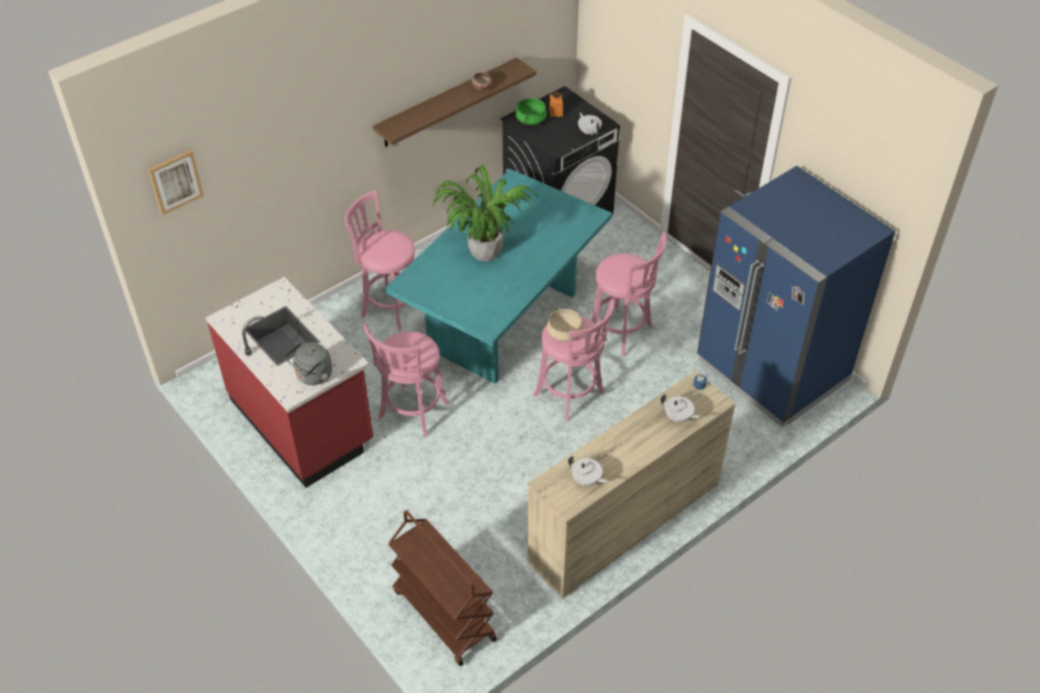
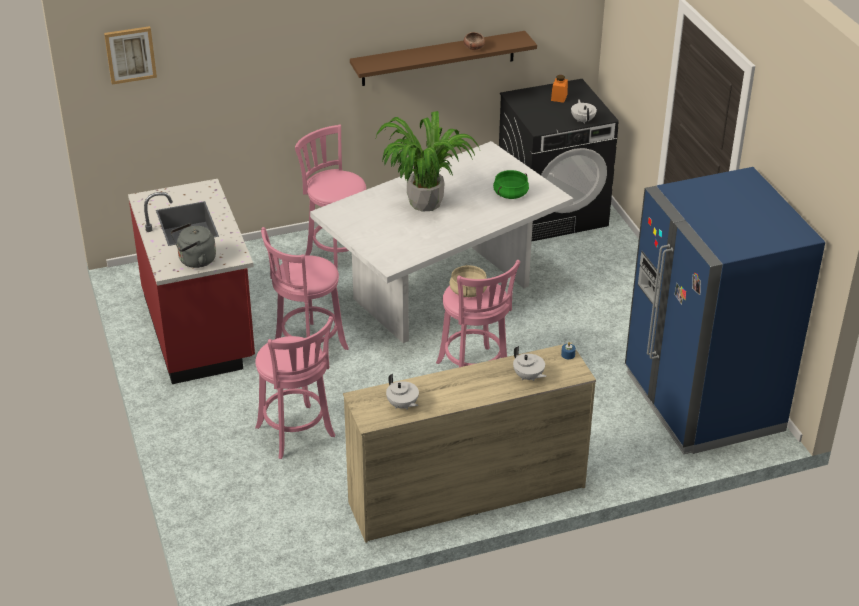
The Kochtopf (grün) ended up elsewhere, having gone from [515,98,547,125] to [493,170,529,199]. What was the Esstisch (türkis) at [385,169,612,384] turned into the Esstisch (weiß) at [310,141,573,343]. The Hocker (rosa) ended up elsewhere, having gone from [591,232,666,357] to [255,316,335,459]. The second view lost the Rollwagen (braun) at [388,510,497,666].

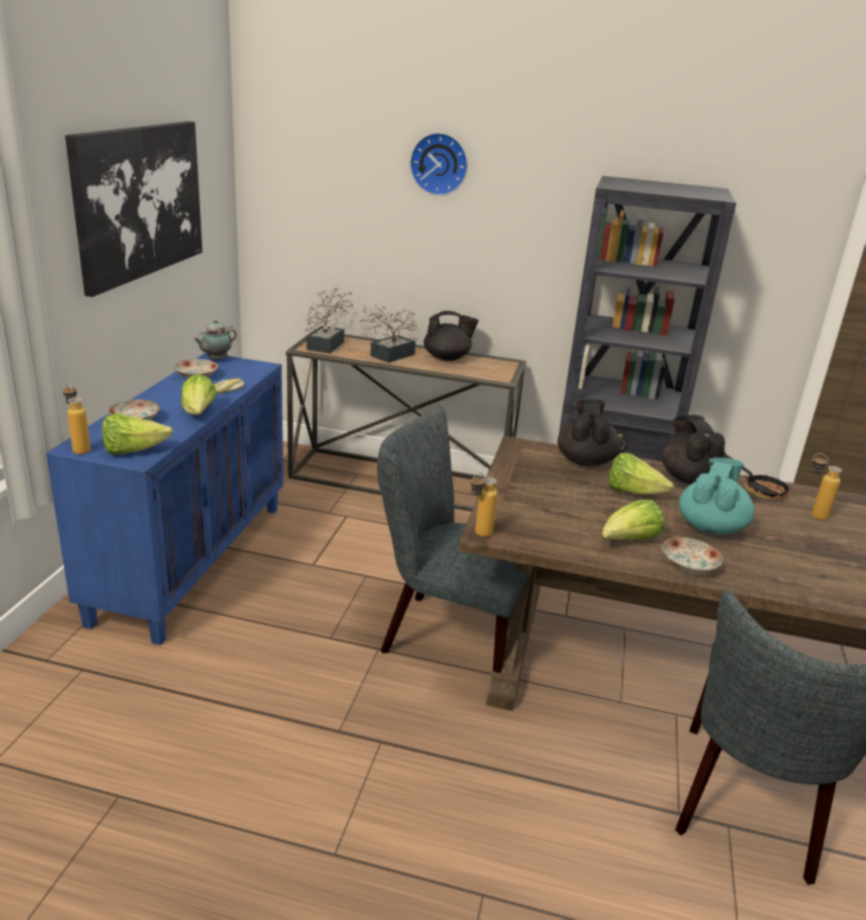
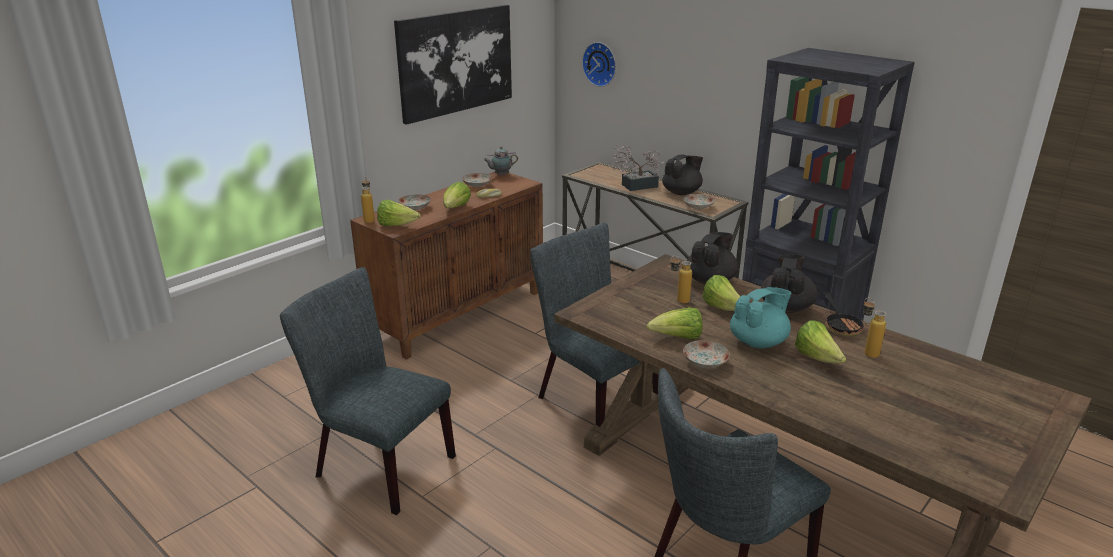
The Wanduhr ended up elsewhere, having gone from [410,132,468,196] to [582,42,616,87]. The second view lost the Topfpflanze at [305,287,353,354]. The Teekanne (schwarz) at [424,311,479,361] ended up facing another way, 60 degrees counterclockwise from before. What was the Schrank (blau) at [46,353,283,646] turned into the Schrank (braun) at [350,172,543,360]. The Flasche ended up elsewhere, having gone from [471,473,497,537] to [670,255,692,303]. The second view gained the Teller at [683,194,715,209]. The second view gained the Stuhl (grau) at [280,267,456,515]. The second view gained the Salatkopf at [795,321,846,363].

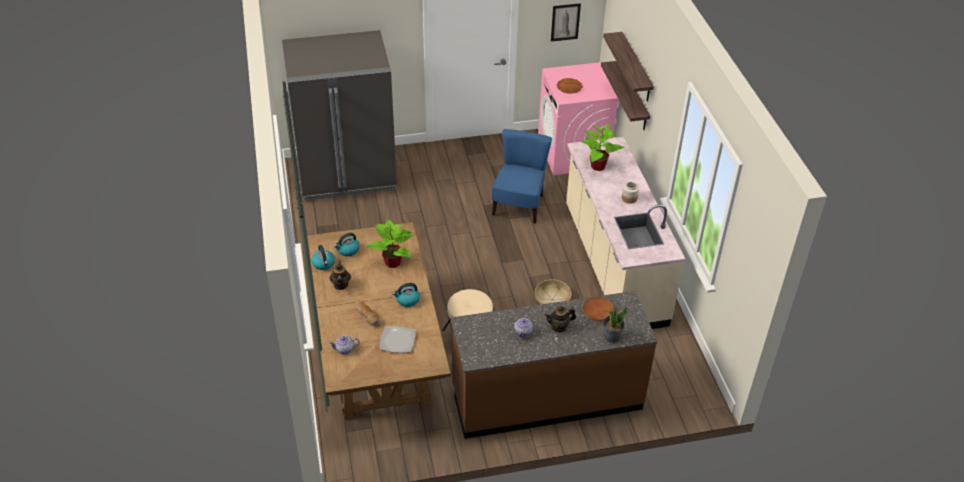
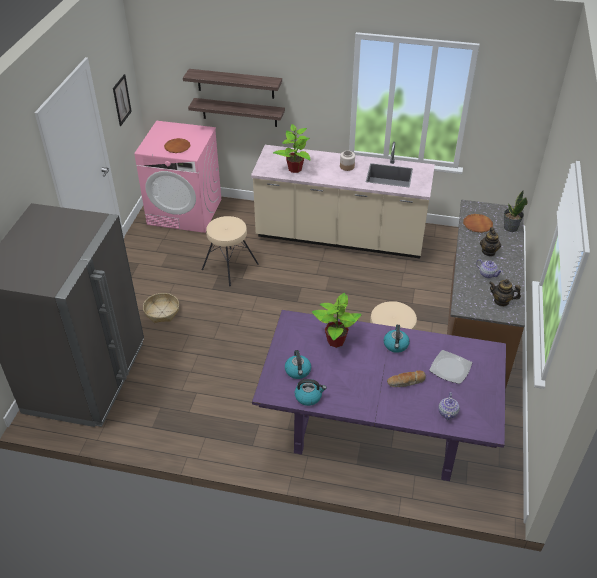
Where the Stuhl (blau) stood at [492,129,552,224], the Hocker (beige) came to stand at [202,216,259,286]. What was the Esstisch (braun) at [307,222,451,419] turned into the Esstisch (lila) at [252,310,506,481]. The Teekanne ended up elsewhere, having gone from [330,260,351,290] to [489,279,521,307]. The Korb ended up elsewhere, having gone from [535,279,571,305] to [143,293,179,323].

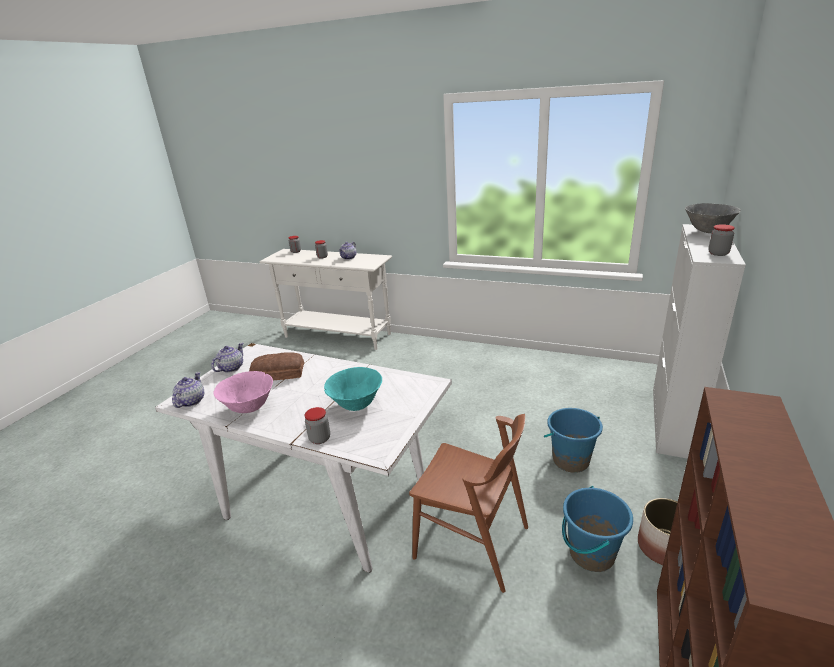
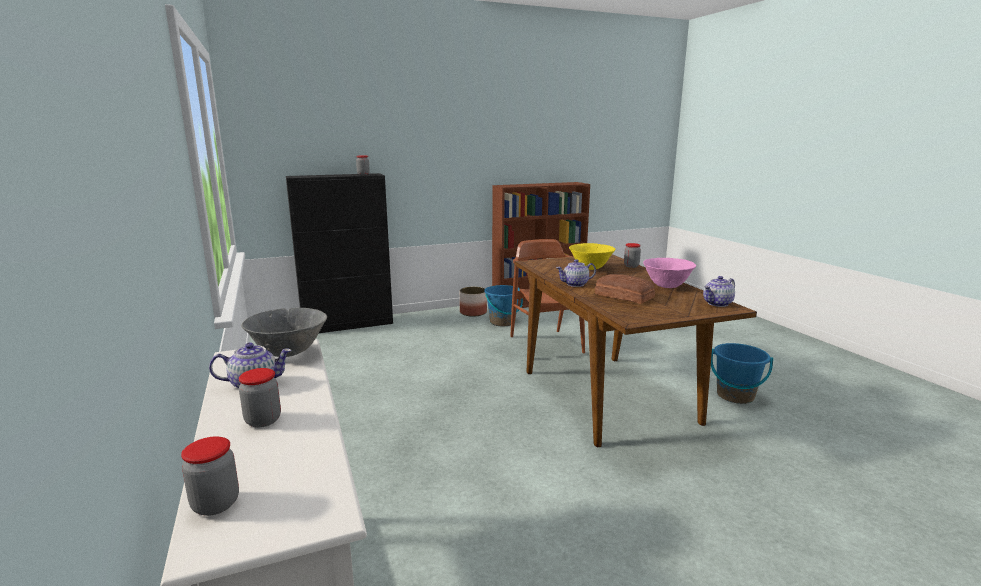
The Schüssel (grau) ended up elsewhere, having gone from [685,203,741,233] to [241,308,327,357]. What was the Schrank (weiß) at [653,224,746,459] turned into the Schrank (schwarz) at [286,173,393,333]. What was the Esstisch (weiß) at [155,343,452,572] turned into the Esstisch (braun) at [515,254,757,447]. The Teekanne ended up elsewhere, having gone from [211,343,243,373] to [556,259,596,287]. What was the Schüssel (türkis) at [324,367,382,411] turned into the Schüssel (gelb) at [569,243,616,270]. The Eimer (blau) ended up elsewhere, having gone from [544,408,603,473] to [711,343,773,404].

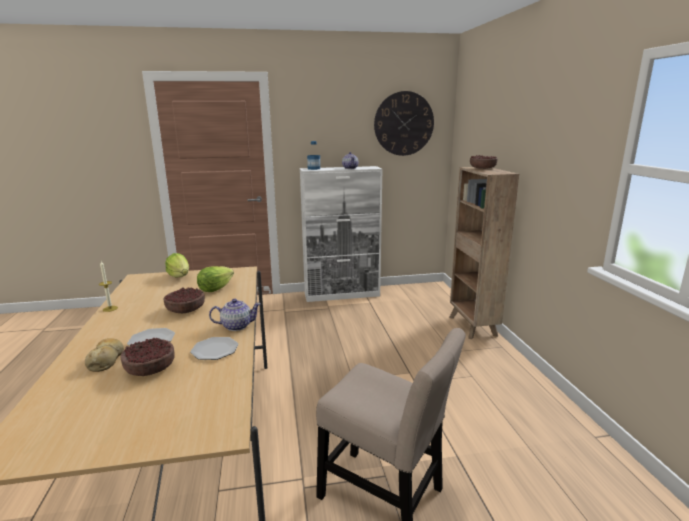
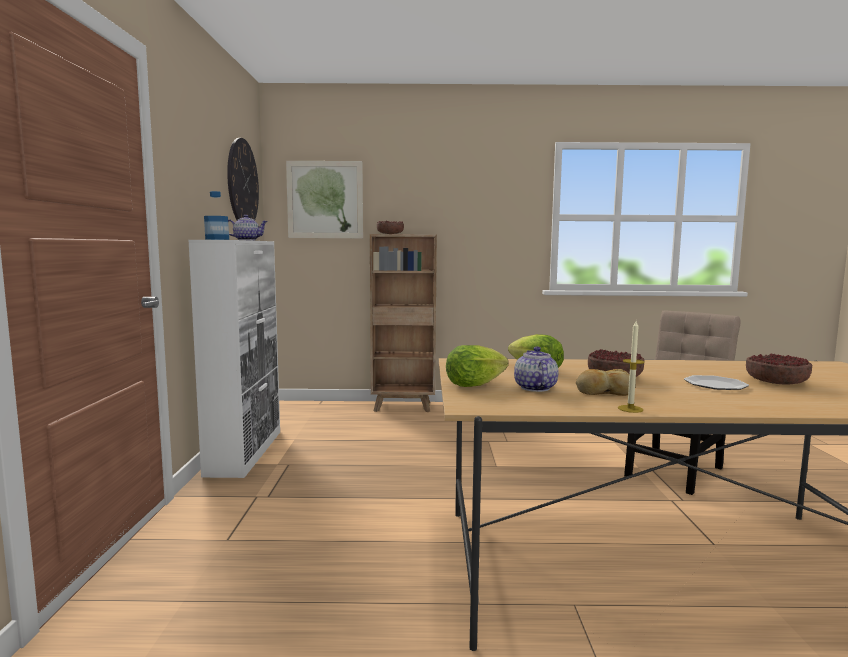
The Teekanne ended up elsewhere, having gone from [209,299,261,331] to [514,346,558,392]. The second view lost the Teller at [190,337,239,360]. The Brot ended up elsewhere, having gone from [85,338,124,372] to [576,369,630,396]. The second view gained the Bild at [286,161,363,238].

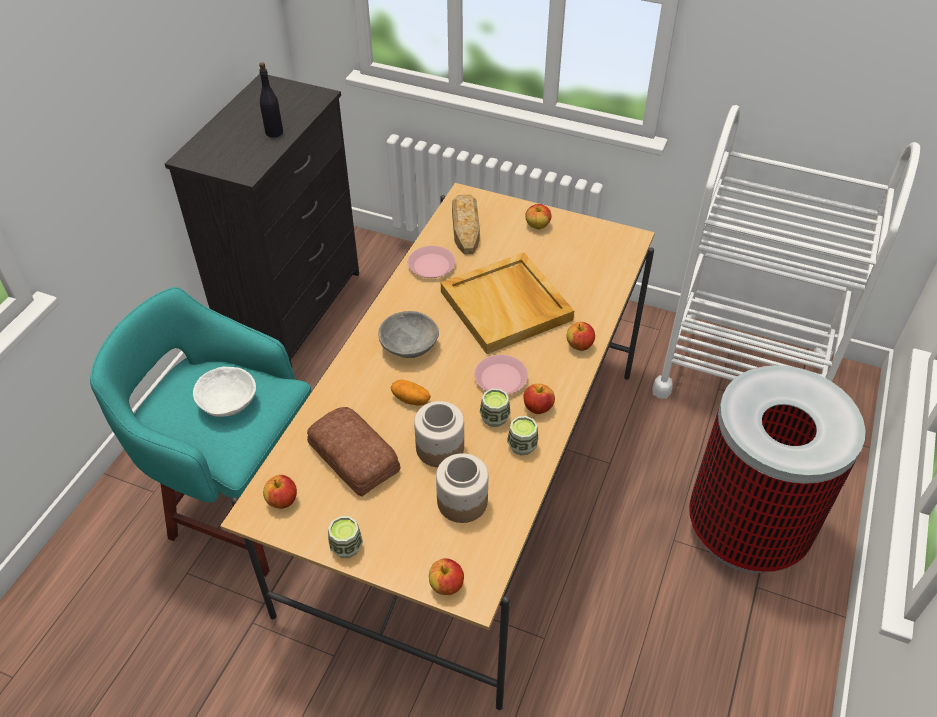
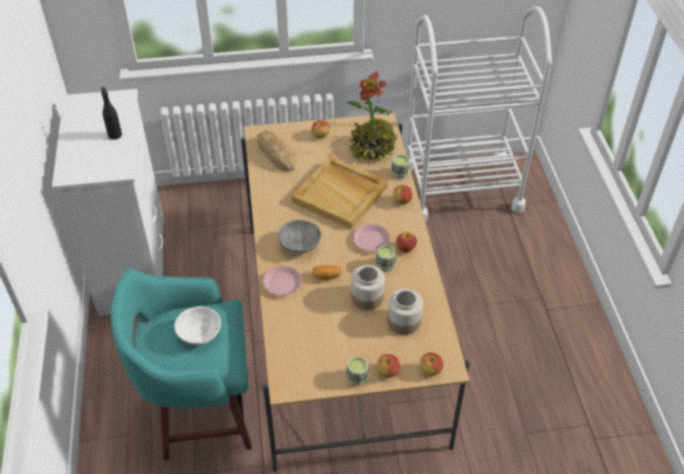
What was the Kommode (schwarz) at [165,74,359,367] turned into the Kommode (weiß) at [52,89,164,316]. The Teller (rosa) ended up elsewhere, having gone from [408,246,455,278] to [263,266,302,296]. The second view lost the Mülleimer at [689,365,865,573]. The second view lost the Brot at [307,407,401,497]. The Tasse ended up elsewhere, having gone from [507,416,538,456] to [391,155,410,179]. The Apfel ended up elsewhere, having gone from [263,475,297,509] to [377,354,400,378]. The second view gained the Topfpflanze at [346,70,398,161].

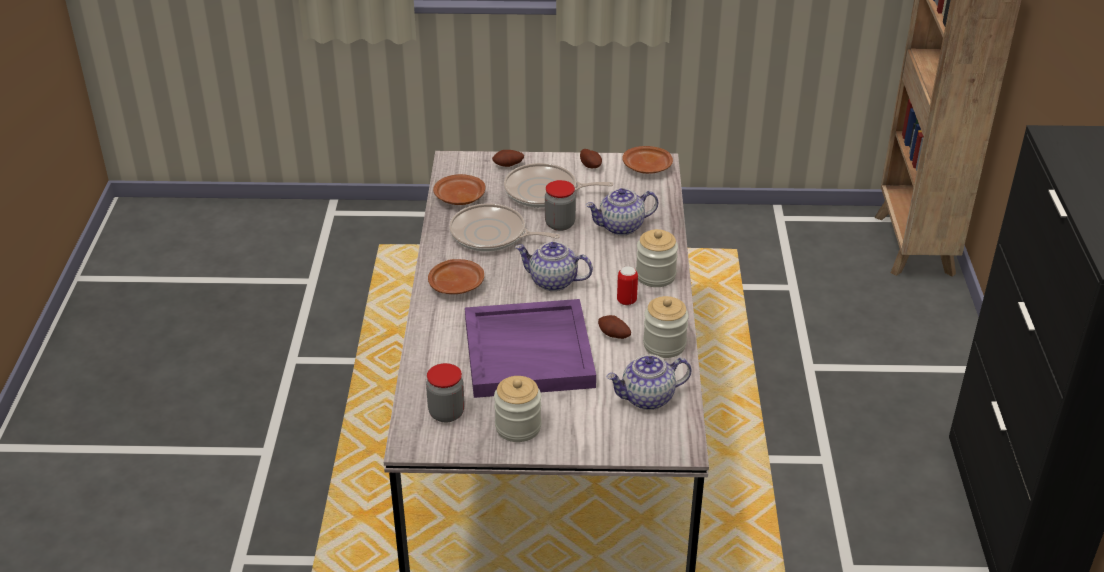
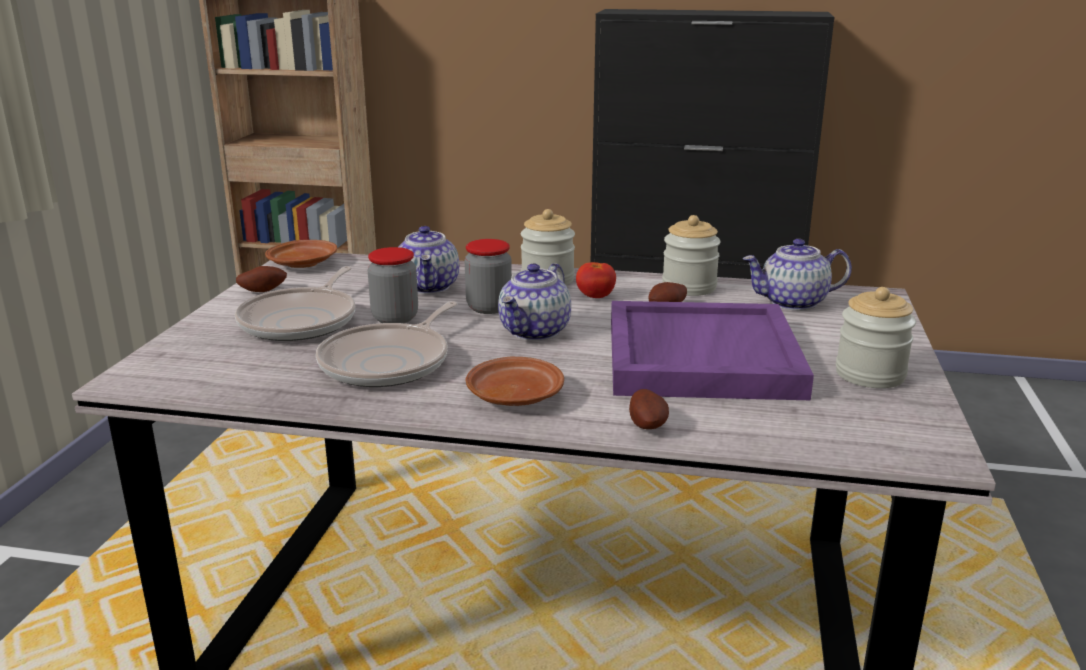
The Kartoffel ended up elsewhere, having gone from [492,150,524,167] to [629,389,669,429]. The second view lost the Teller (braun) at [433,174,485,205]. Where the Dose stood at [617,266,638,305], the Tomate came to stand at [576,262,616,298]. The Teekanne at [606,354,692,410] ended up facing another way, 90 degrees clockwise from before. The Vorratsglas ended up elsewhere, having gone from [426,363,465,422] to [465,239,512,314].

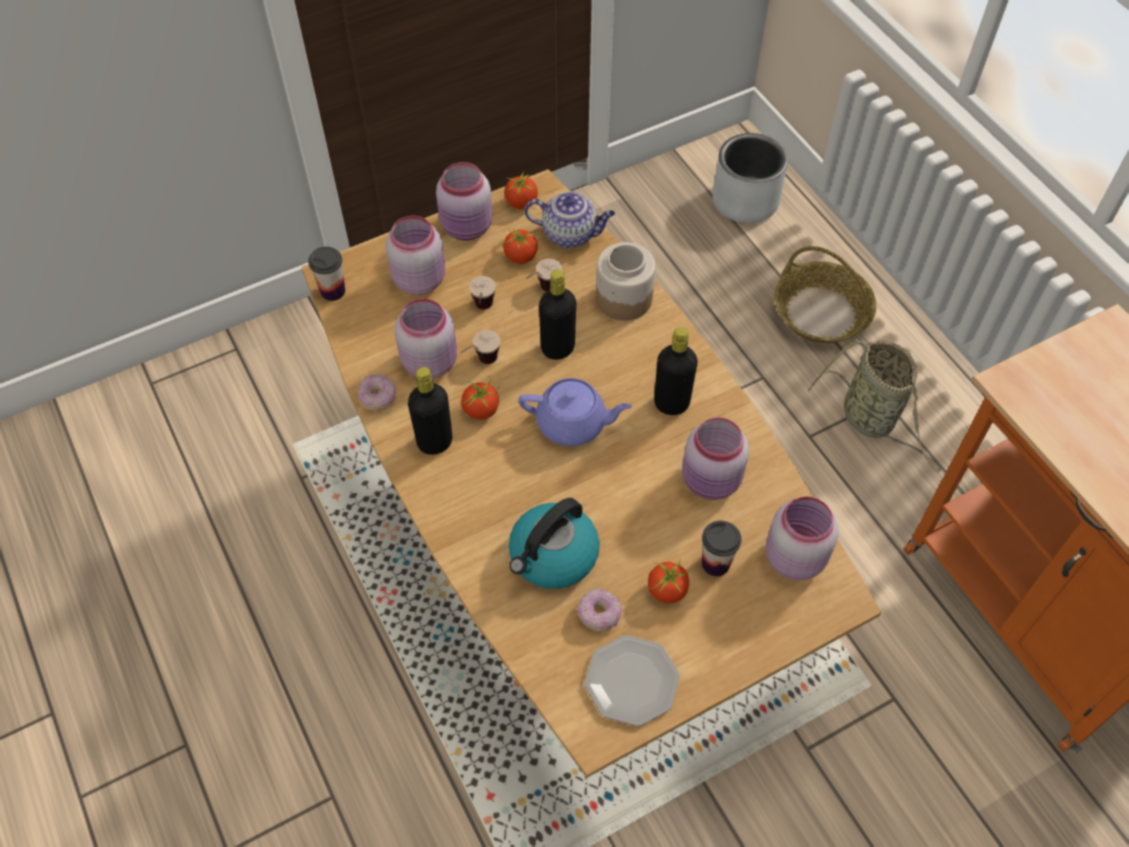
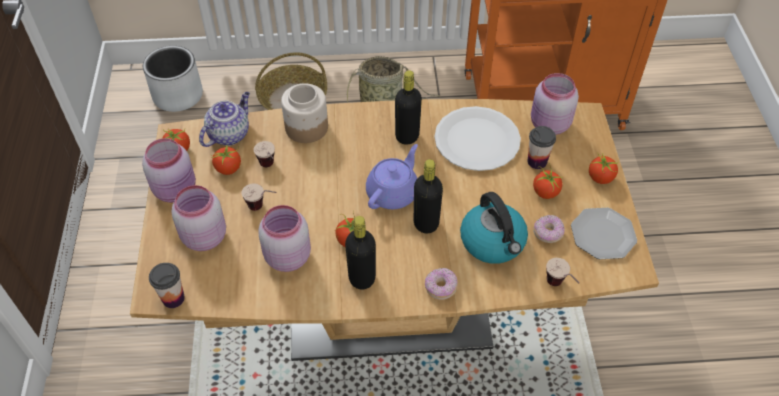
The Flasche (schwarz) ended up elsewhere, having gone from [539,270,576,360] to [414,159,443,233]. The Tasse ended up elsewhere, having gone from [460,330,501,364] to [546,258,579,286]. The Donut ended up elsewhere, having gone from [358,374,396,411] to [425,268,458,300]. Where the Vorratsglas (rosa) stood at [682,417,749,500], the Teller (weiß) came to stand at [434,106,521,171]. The second view gained the Tomate at [589,154,619,184].

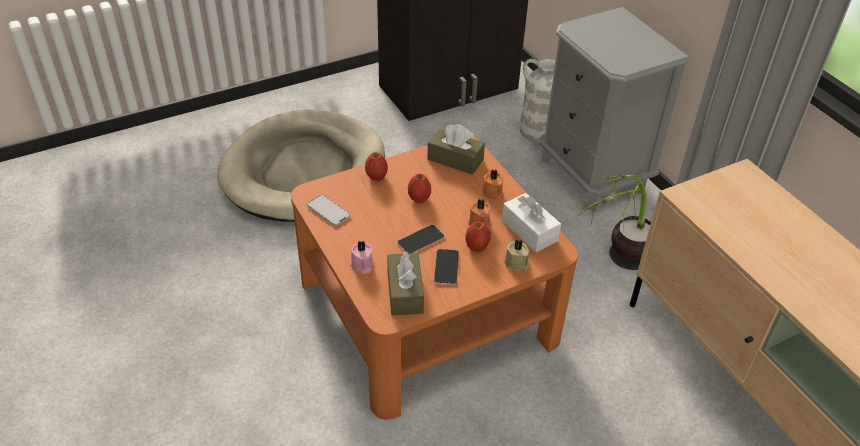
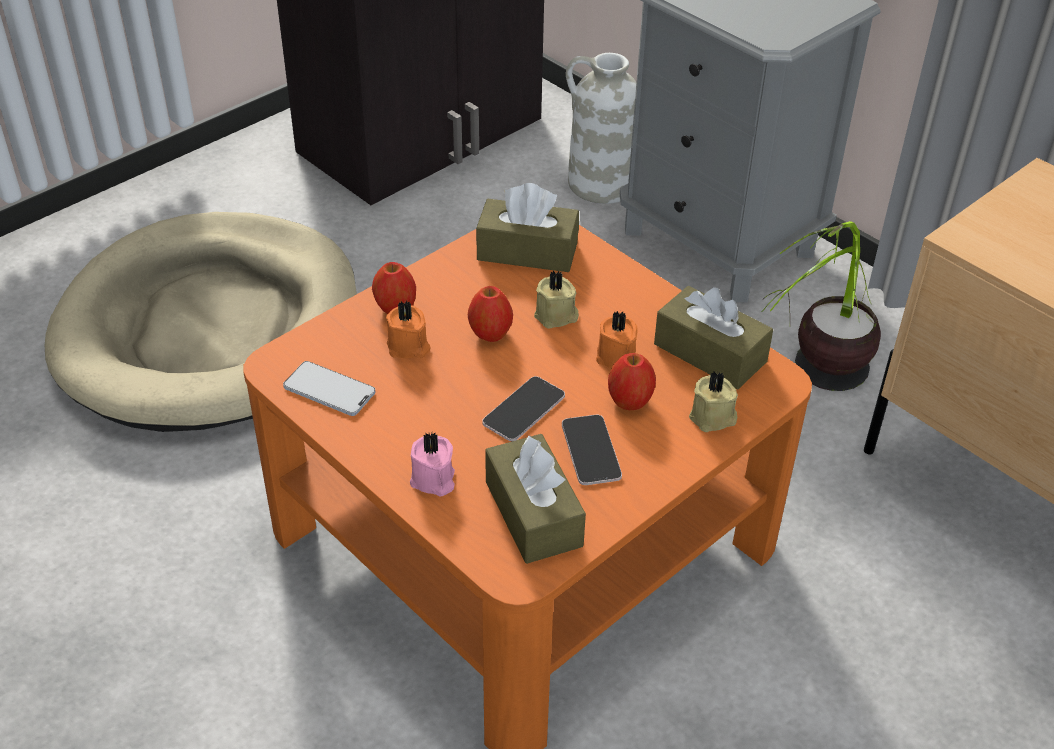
The Kerze (orange) ended up elsewhere, having gone from [482,170,504,200] to [386,301,430,358]. What was the Taschentuchbox (weiß) at [502,193,561,252] turned into the Taschentuchbox (braun) at [654,286,773,389]. The second view gained the Kerze (beige) at [534,271,579,329].

